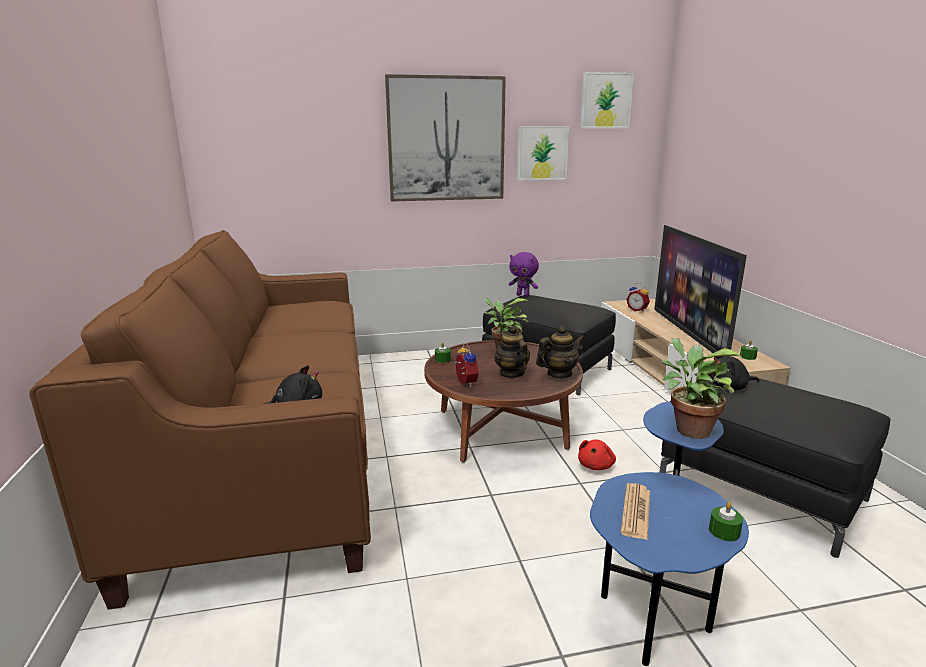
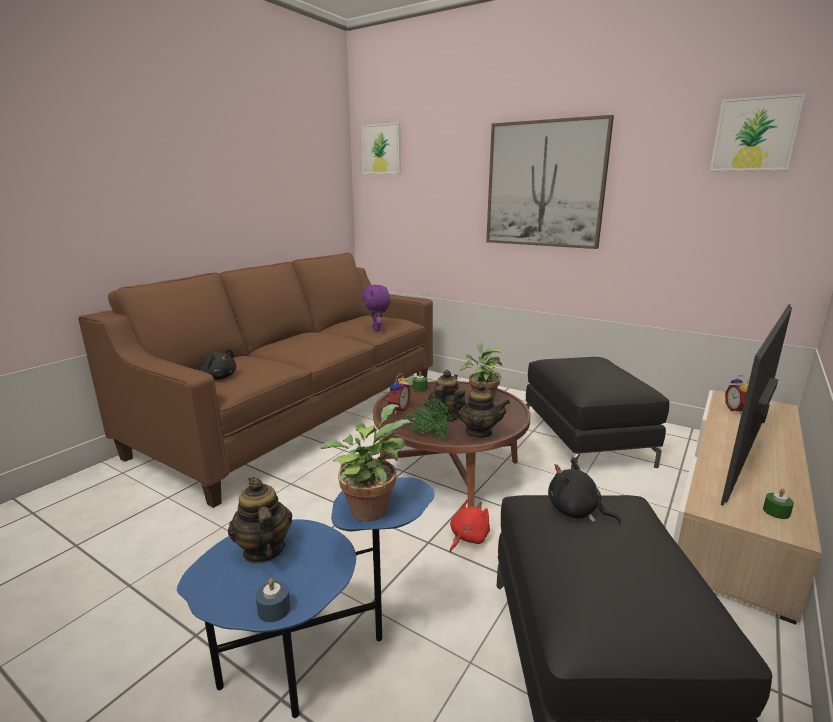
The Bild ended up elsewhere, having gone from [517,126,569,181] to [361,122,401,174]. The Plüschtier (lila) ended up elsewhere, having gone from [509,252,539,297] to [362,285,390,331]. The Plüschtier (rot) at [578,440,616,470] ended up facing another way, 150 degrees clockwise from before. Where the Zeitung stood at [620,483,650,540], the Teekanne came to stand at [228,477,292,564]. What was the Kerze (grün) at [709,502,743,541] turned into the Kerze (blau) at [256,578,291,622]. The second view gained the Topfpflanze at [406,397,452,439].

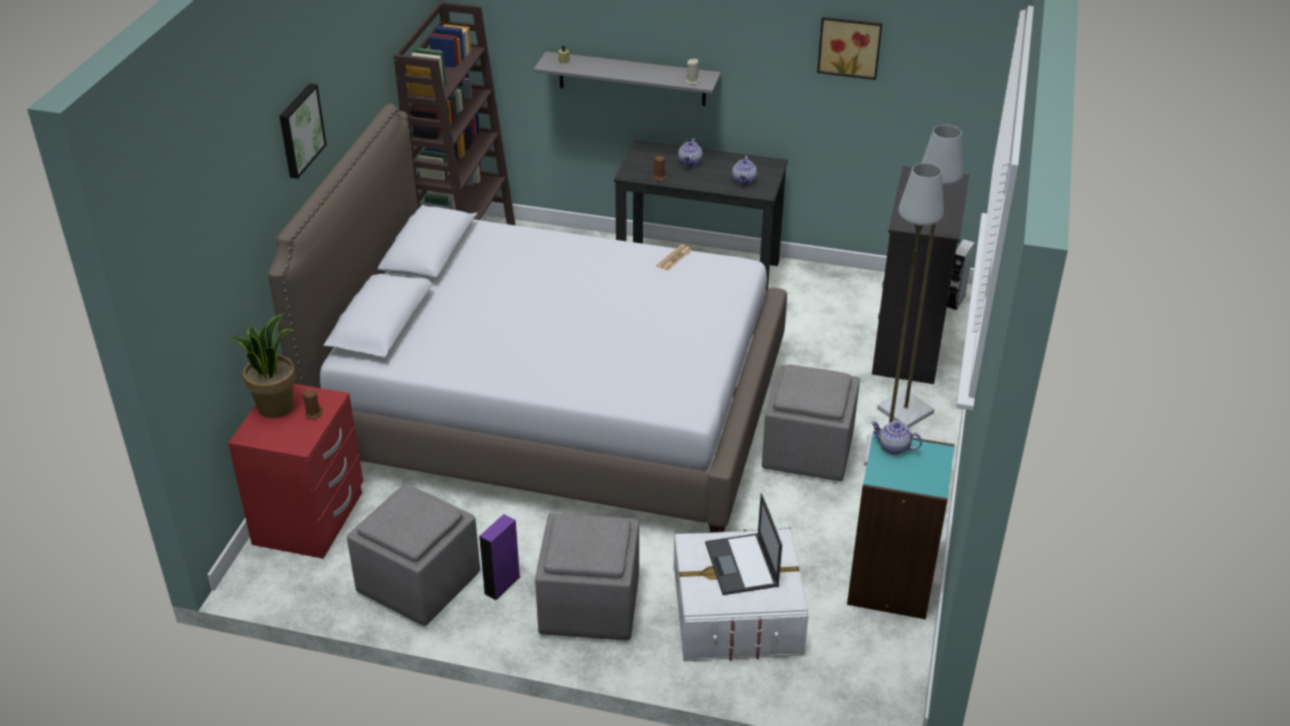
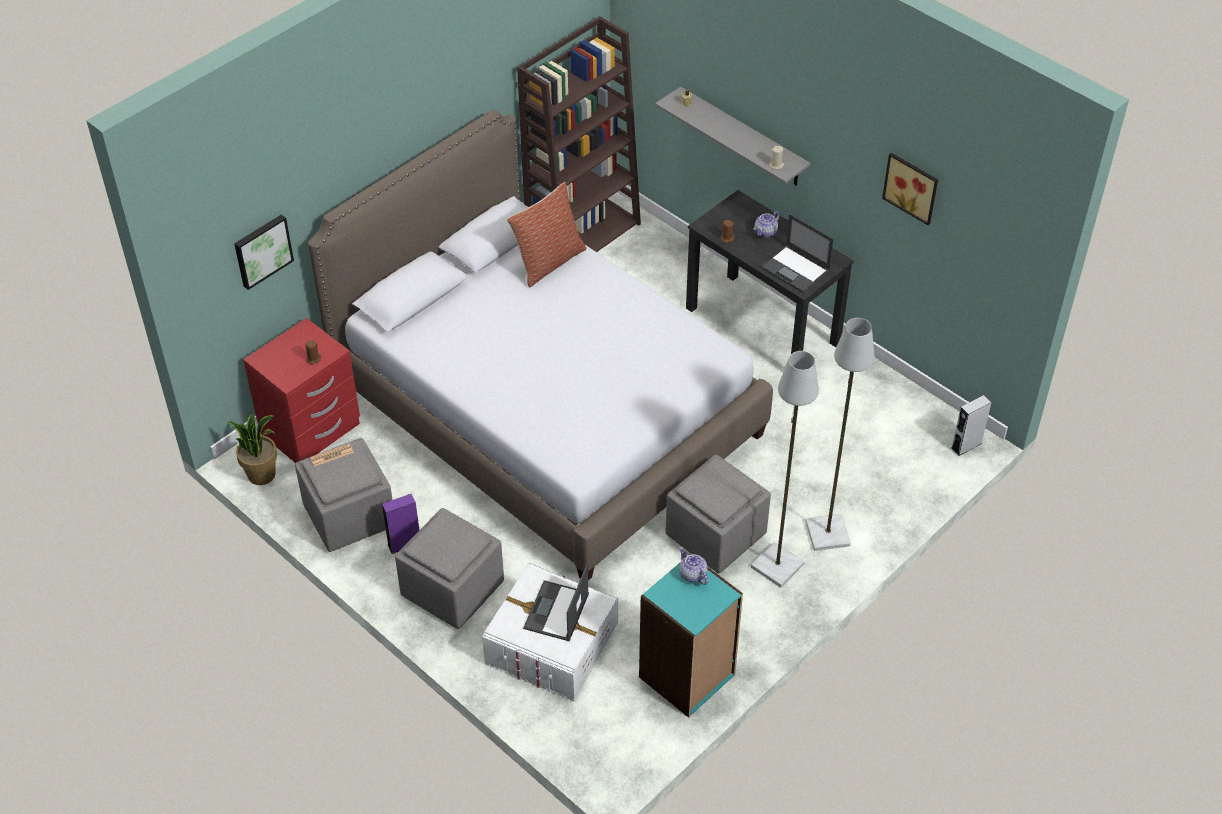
The Bild ended up elsewhere, having gone from [280,84,327,179] to [234,214,294,290]. Where the Teekanne stood at [732,156,757,185], the Laptop came to stand at [761,214,834,293]. The second view lost the Kommode (schwarz) at [872,166,969,384]. The Zeitung ended up elsewhere, having gone from [657,245,692,271] to [310,444,354,467]. The Topfpflanze ended up elsewhere, having gone from [229,313,296,418] to [228,414,277,485]. The second view gained the Kissen at [507,182,586,288].

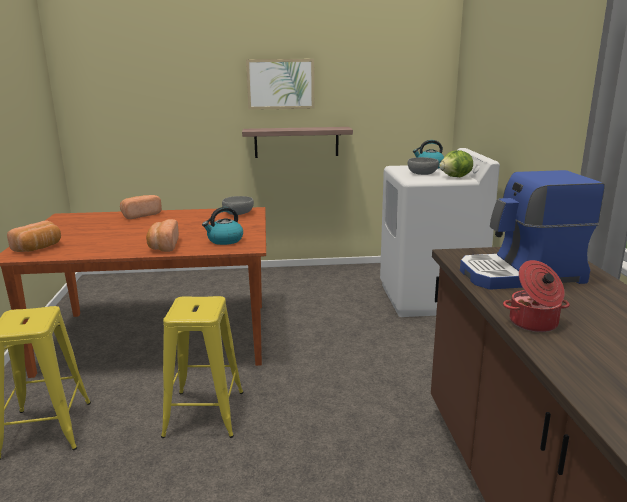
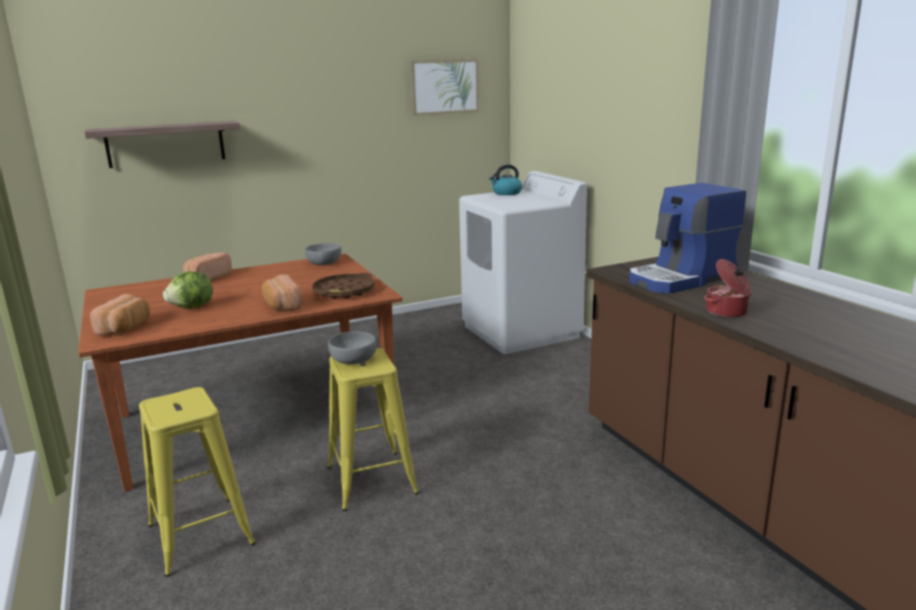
The Bild ended up elsewhere, having gone from [246,59,314,110] to [410,59,479,116]. The Wandregal ended up elsewhere, having gone from [242,127,353,158] to [85,121,240,168]. The Salatkopf ended up elsewhere, having gone from [439,150,473,177] to [163,271,213,309]. The Schüssel (grau) ended up elsewhere, having gone from [408,157,439,175] to [328,331,377,364]. Where the Wasserkessel stood at [202,207,243,245], the Tablett (braun) came to stand at [312,273,375,299].

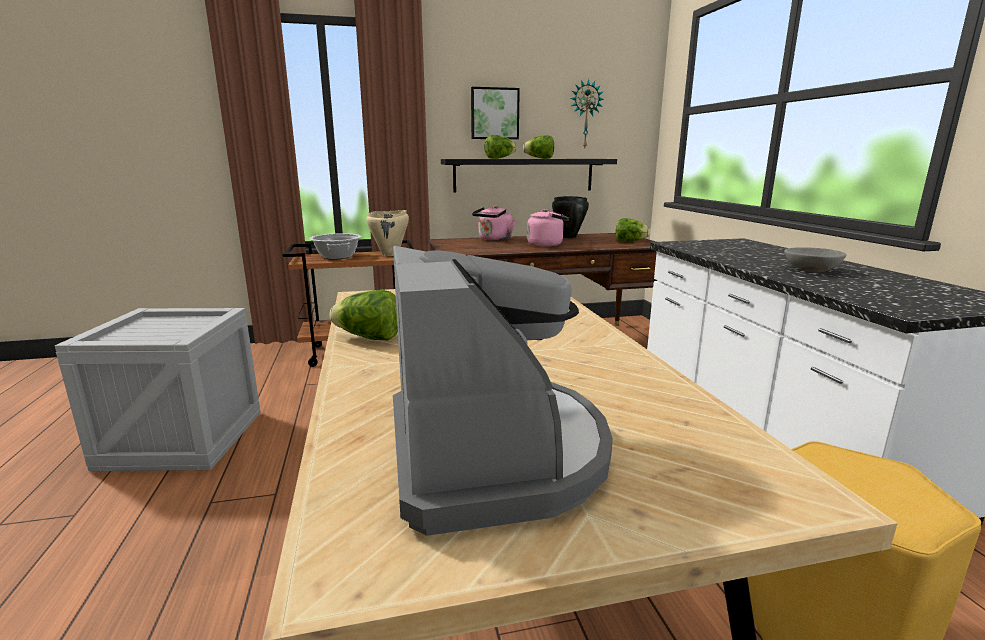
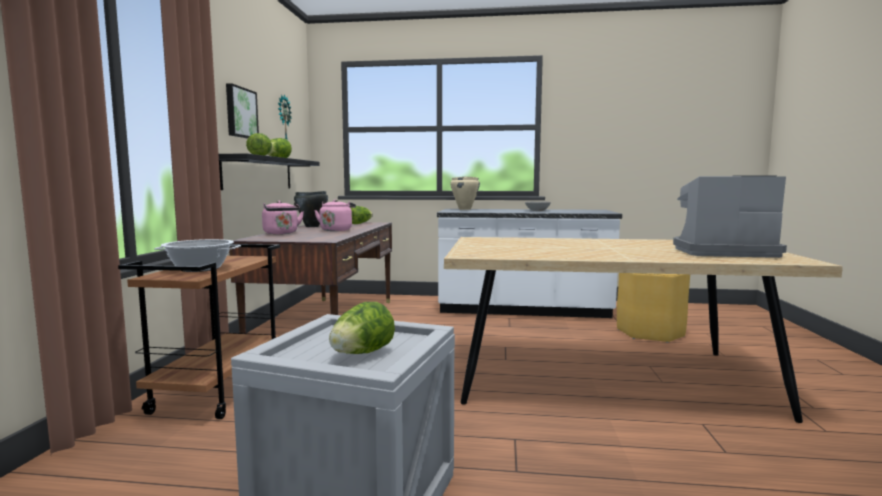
The Kochtopf (beige) ended up elsewhere, having gone from [366,210,409,256] to [450,177,480,210]. The Salatkopf ended up elsewhere, having gone from [330,290,398,340] to [329,302,395,354].

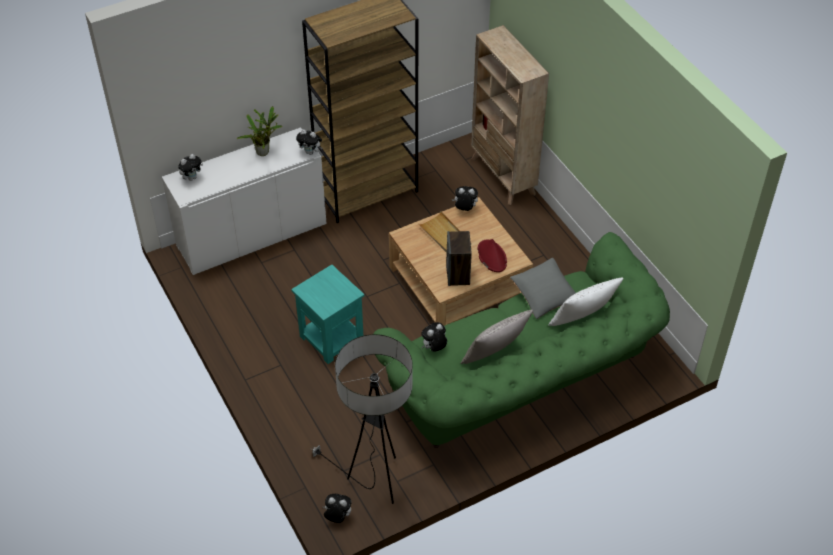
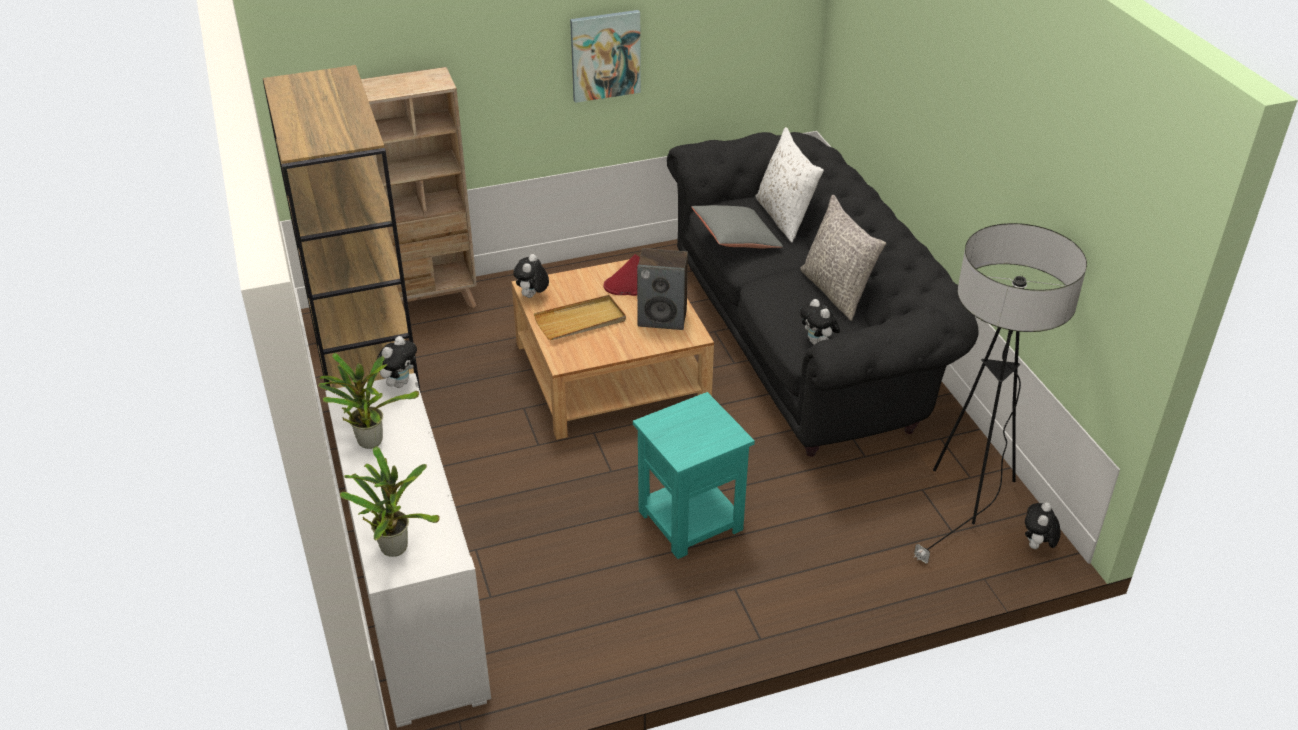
Where the Plüschtier stood at [178,154,203,181], the Topfpflanze came to stand at [340,446,440,557]. What was the Sofa (grün) at [373,232,670,448] turned into the Sofa (schwarz) at [667,132,979,457]. The second view gained the Bild at [570,10,641,103].

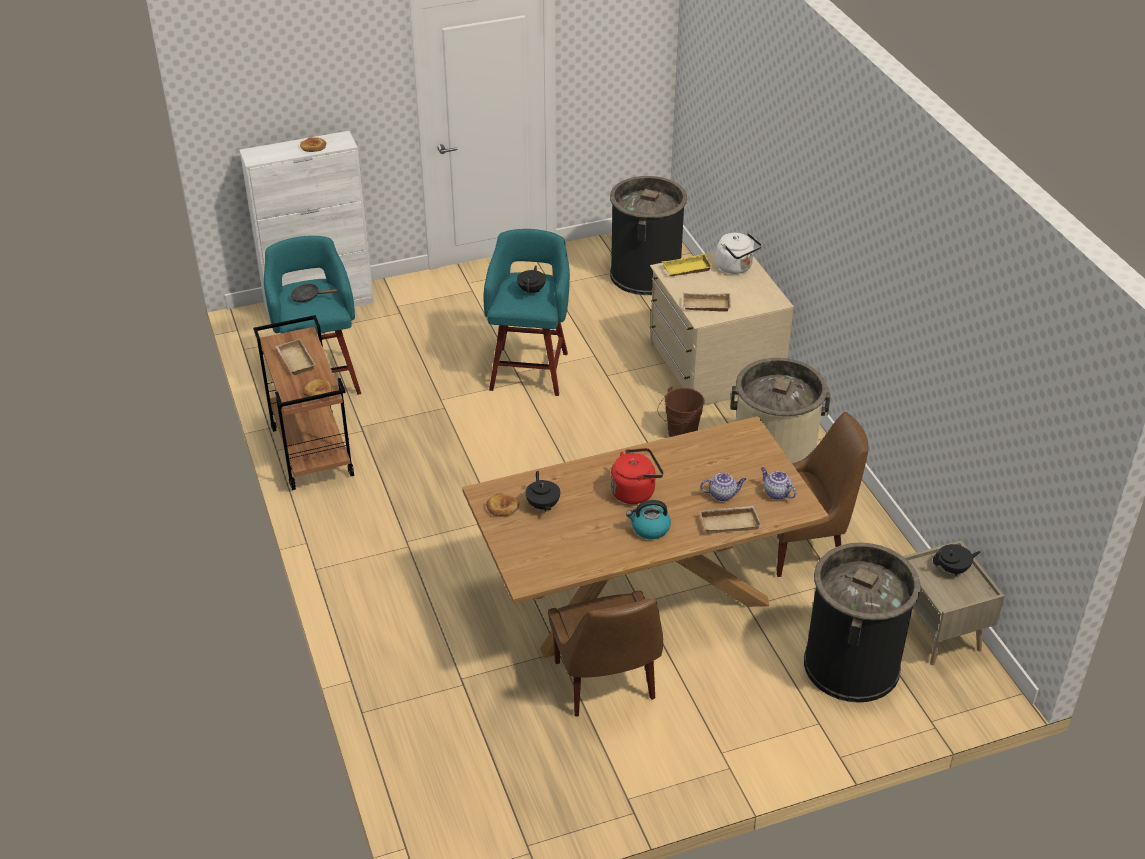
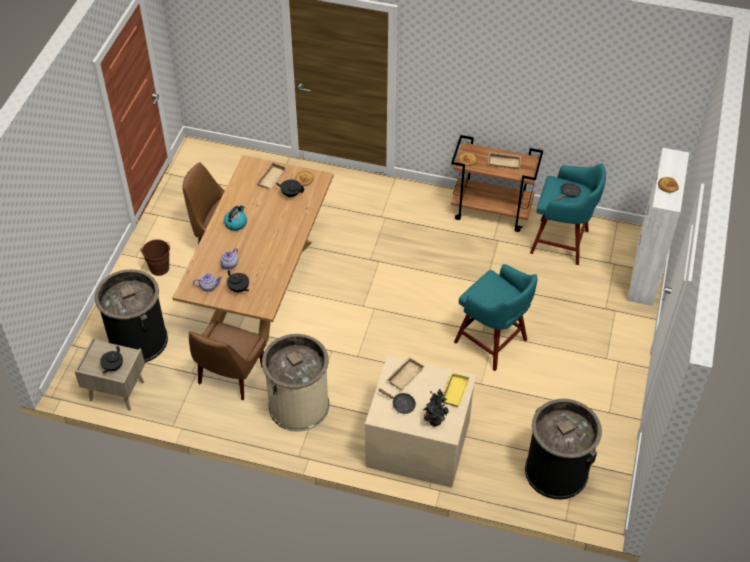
Where the Wasserkessel (weiß) stood at [716,233,762,274], the Topfpflanze came to stand at [423,389,448,426]. The Teekanne (schwarz) ended up elsewhere, having gone from [517,266,546,295] to [227,269,249,292]. The Eimer (braun) ended up elsewhere, having gone from [658,386,704,437] to [141,239,170,276]. The second view lost the Wasserkessel (rot) at [610,448,664,504]. The Tablett (beige) ended up elsewhere, having gone from [699,506,761,534] to [257,162,287,189]. The second view gained the Pfanne (schwarz) at [379,389,416,414].

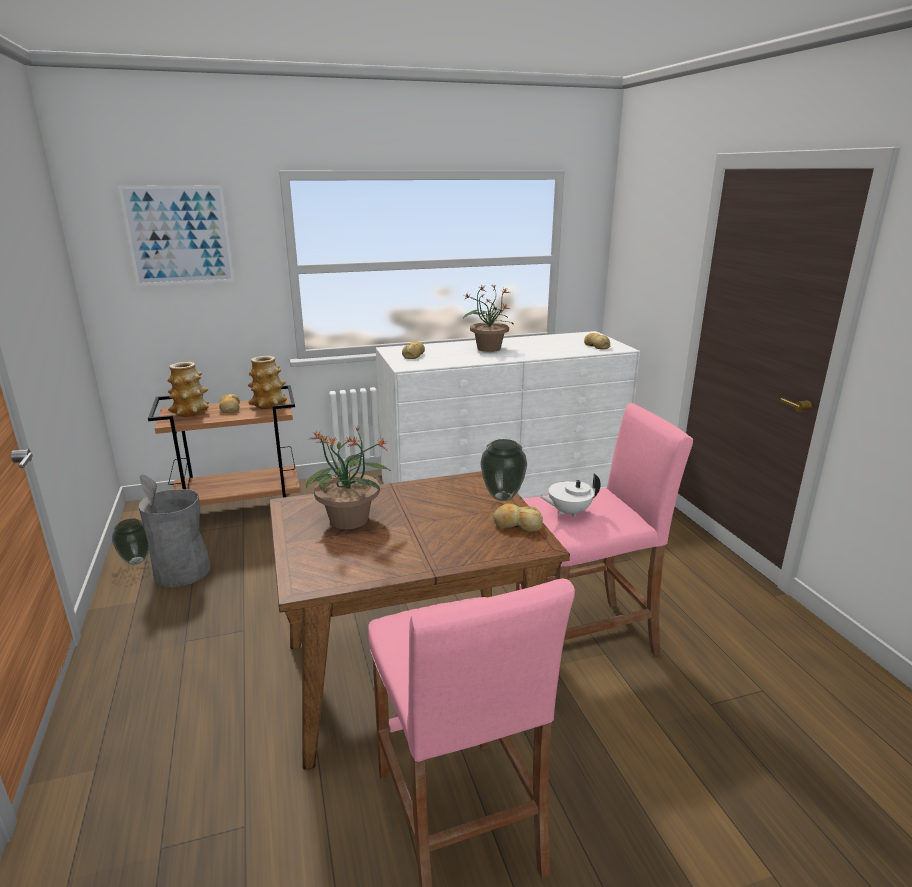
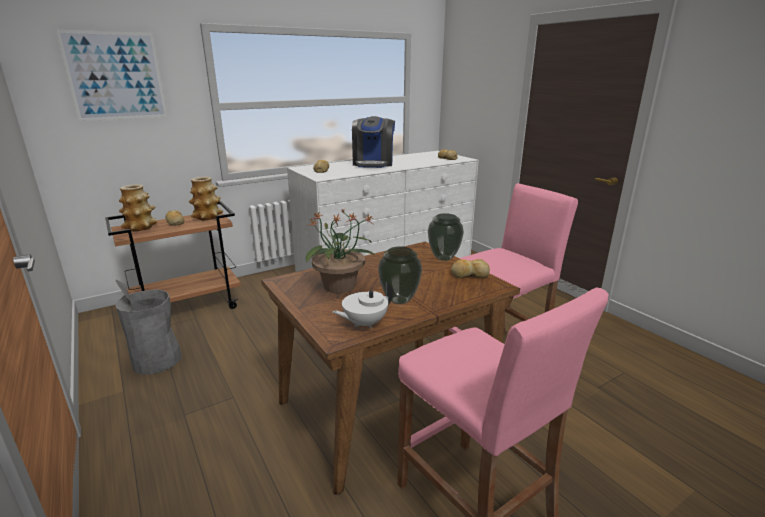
Where the Topfpflanze stood at [463,284,514,352], the Kaffeemaschine came to stand at [352,116,395,168]. The Teekanne (weiß) ended up elsewhere, having gone from [539,474,601,517] to [332,281,393,328]. The Vase ended up elsewhere, having gone from [112,519,149,564] to [378,246,422,304].

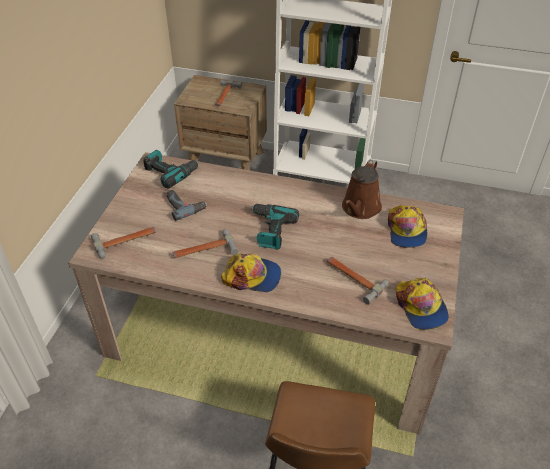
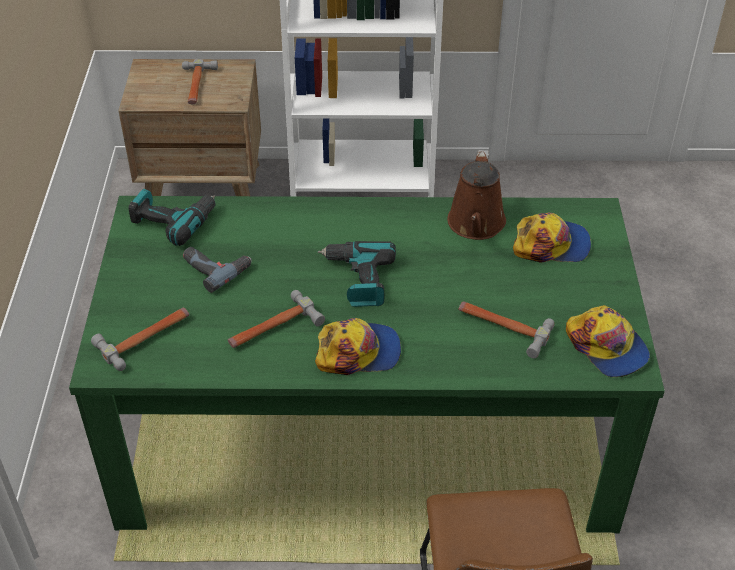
What was the Esstisch (beige) at [68,152,464,435] turned into the Esstisch (grün) at [69,196,665,533]. The Kappe at [388,205,427,248] ended up facing another way, 75 degrees counterclockwise from before.

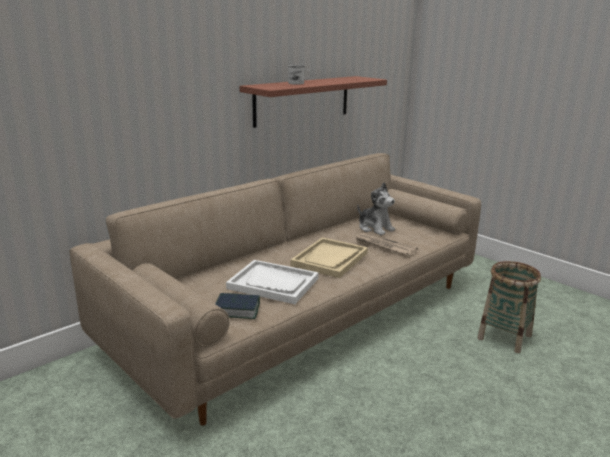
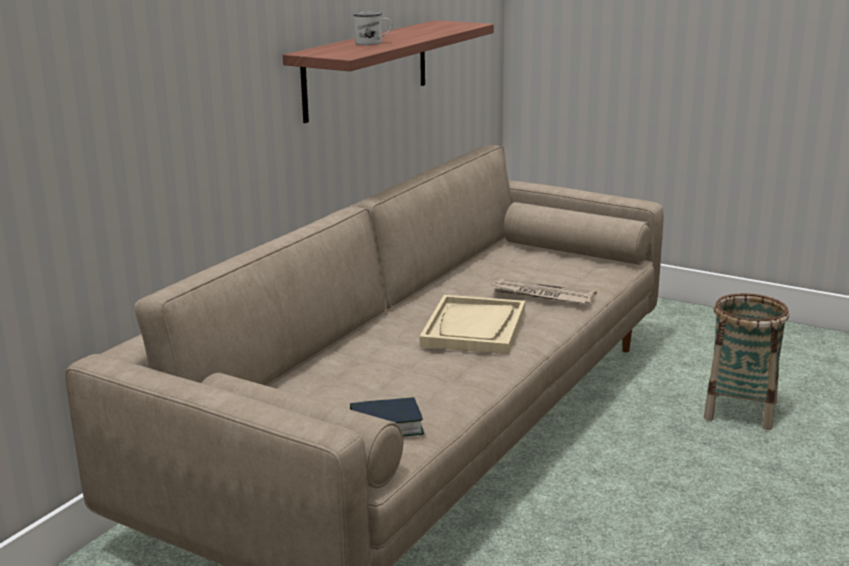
The second view lost the Plüschtier at [357,182,395,235]. The second view lost the Tablett (weiß) at [226,260,319,304].

